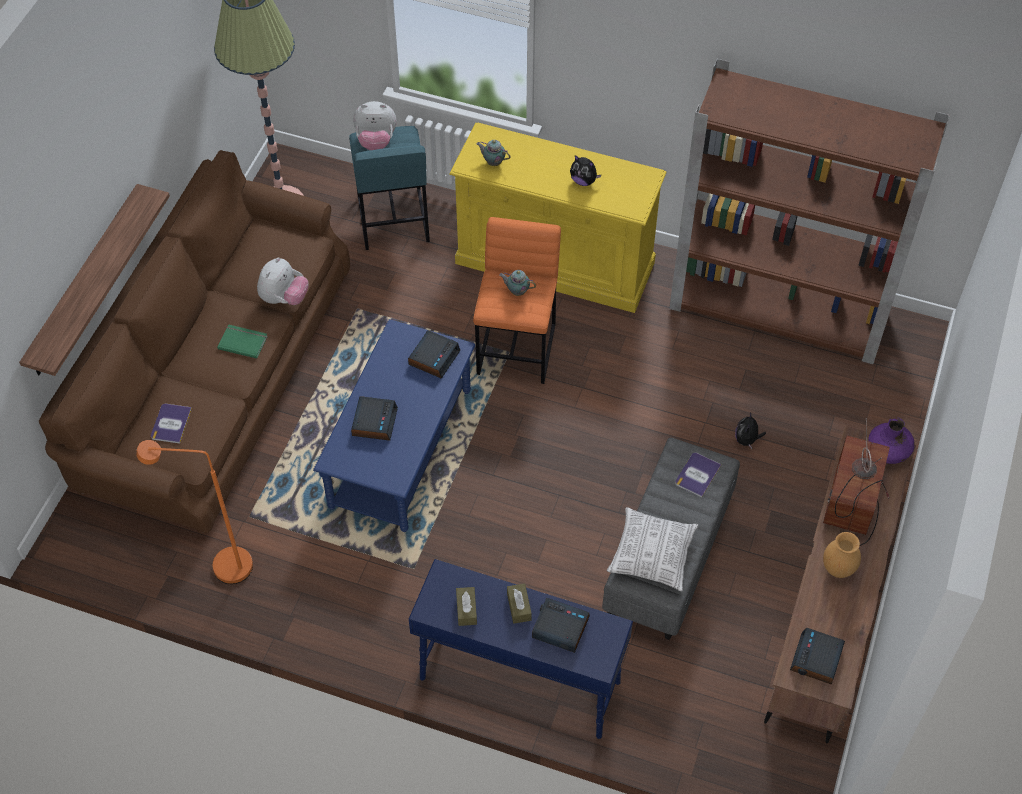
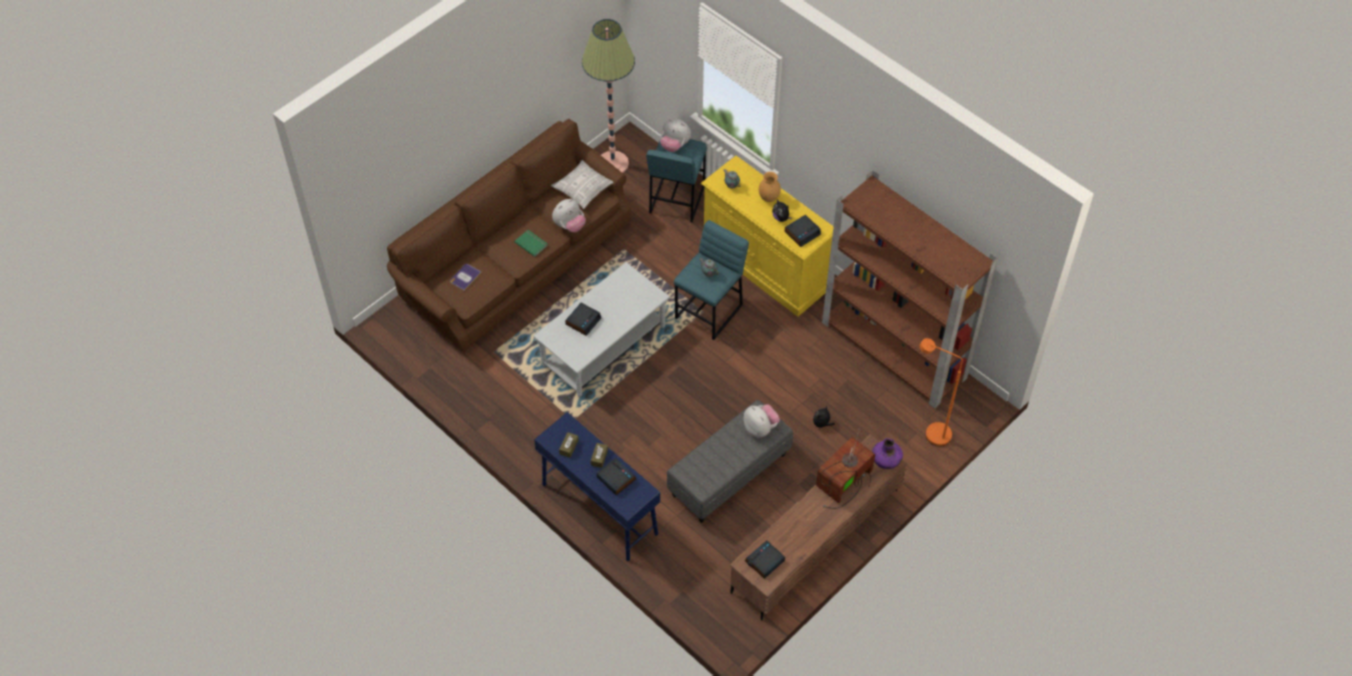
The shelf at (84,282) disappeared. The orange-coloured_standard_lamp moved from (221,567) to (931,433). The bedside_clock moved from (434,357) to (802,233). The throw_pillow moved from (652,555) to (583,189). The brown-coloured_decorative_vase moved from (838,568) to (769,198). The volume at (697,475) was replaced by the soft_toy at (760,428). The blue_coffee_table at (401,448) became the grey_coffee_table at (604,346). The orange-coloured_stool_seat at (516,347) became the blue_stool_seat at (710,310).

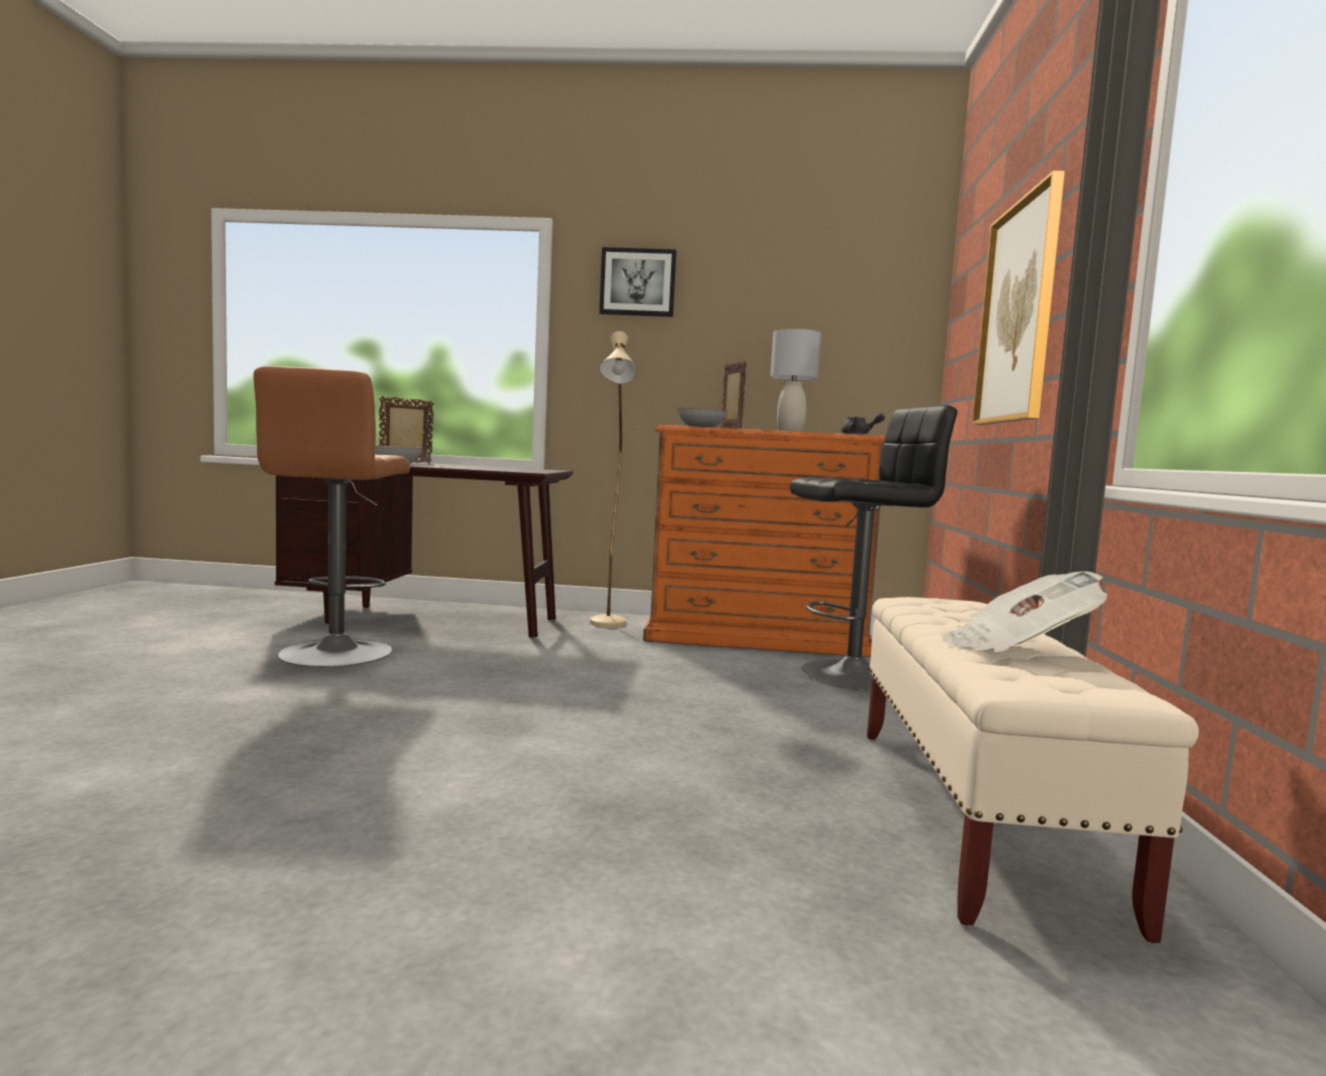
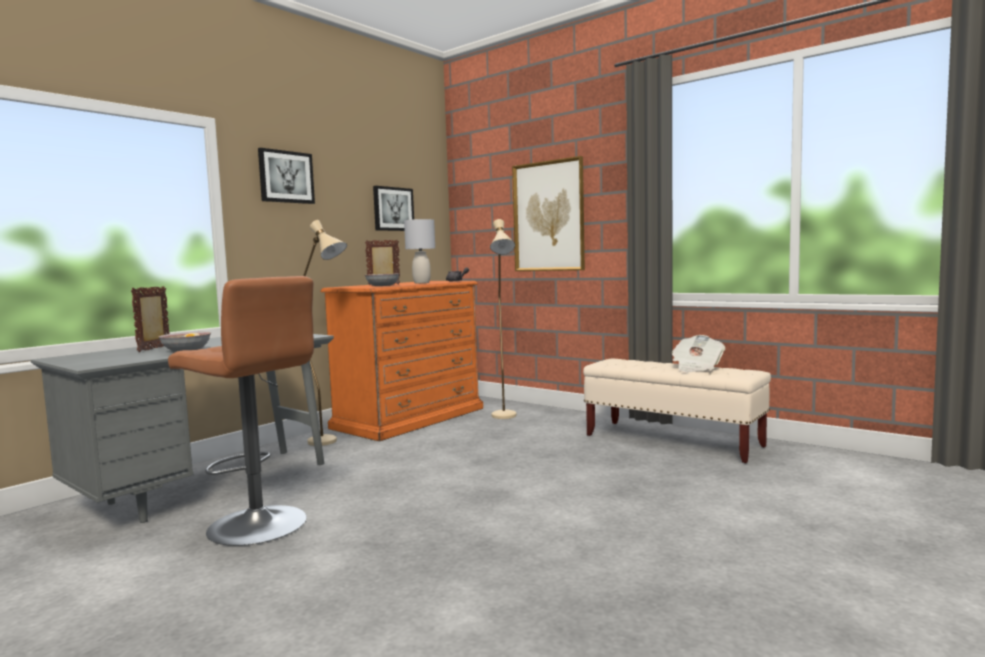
The wall_art at (393,209) appeared. The black_stool_seat at (854,675) was replaced by the beige-coloured_standard_lamp at (505,418). The brown-coloured_desk_table at (427,619) became the grey_desk_table at (207,487).

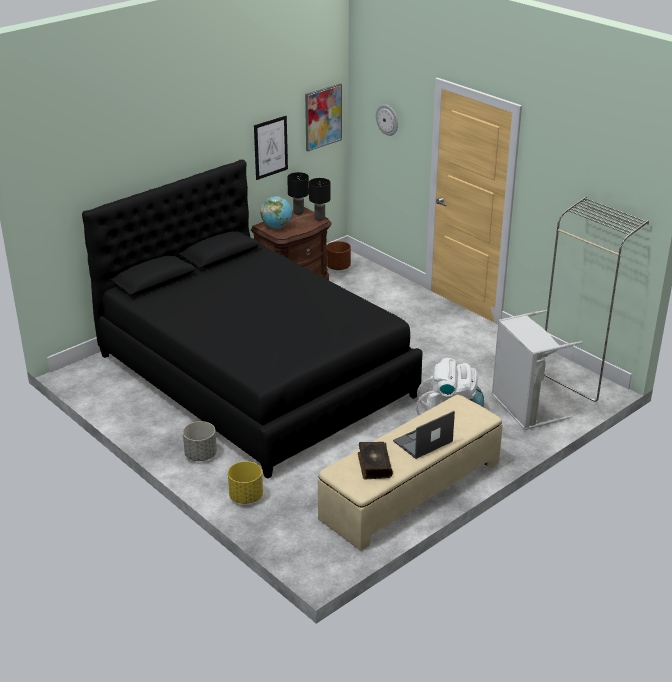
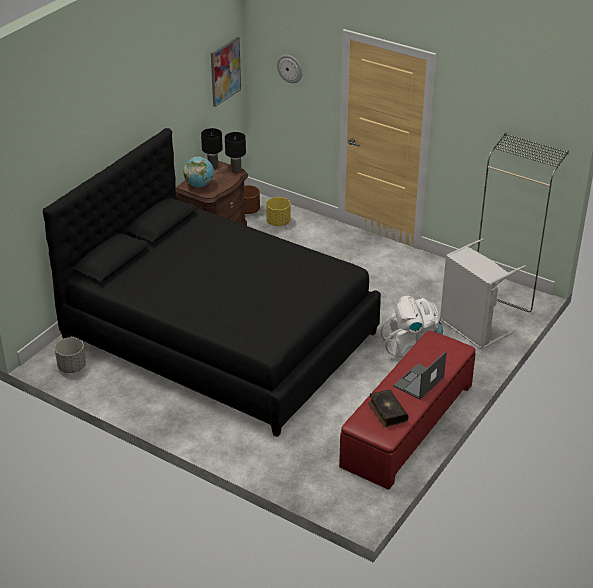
The wall_art at (270,147) disappeared. The grey_planter moved from (200,455) to (72,367). The yellow-coloured_planter moved from (246,496) to (278,222). The beige-coloured_long_seat at (411,491) became the red_long_seat at (408,425).

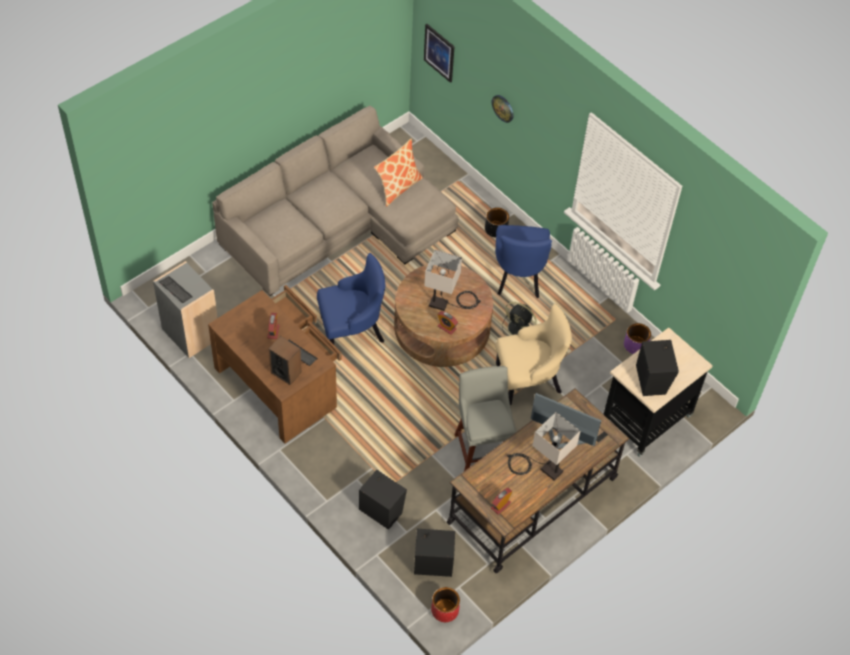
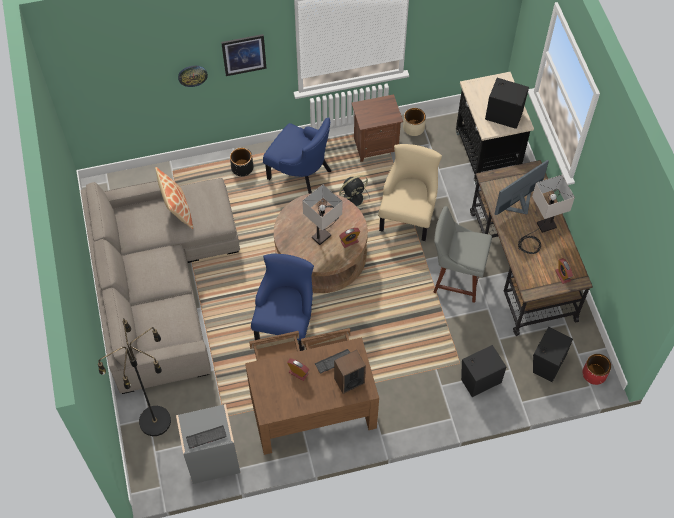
The standard_lamp at (155,422) appeared. The brown-coloured_bedside_table at (375,145) appeared. The wall_art moved from (439,52) to (244,54). The purple-coloured_planter at (635,345) became the beige-coloured_planter at (414,128).

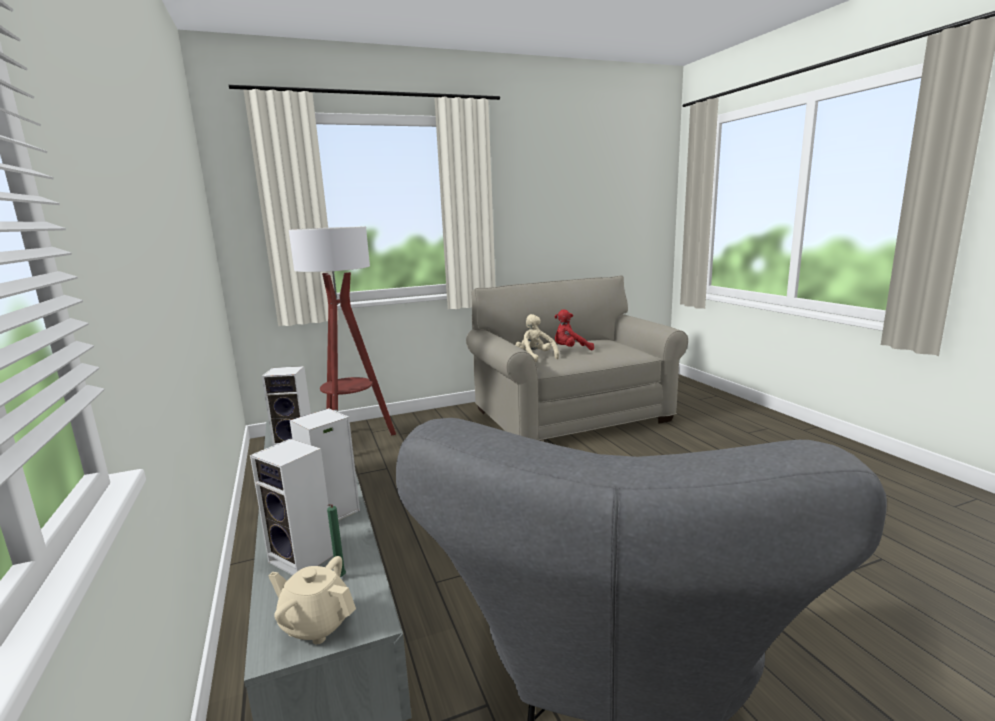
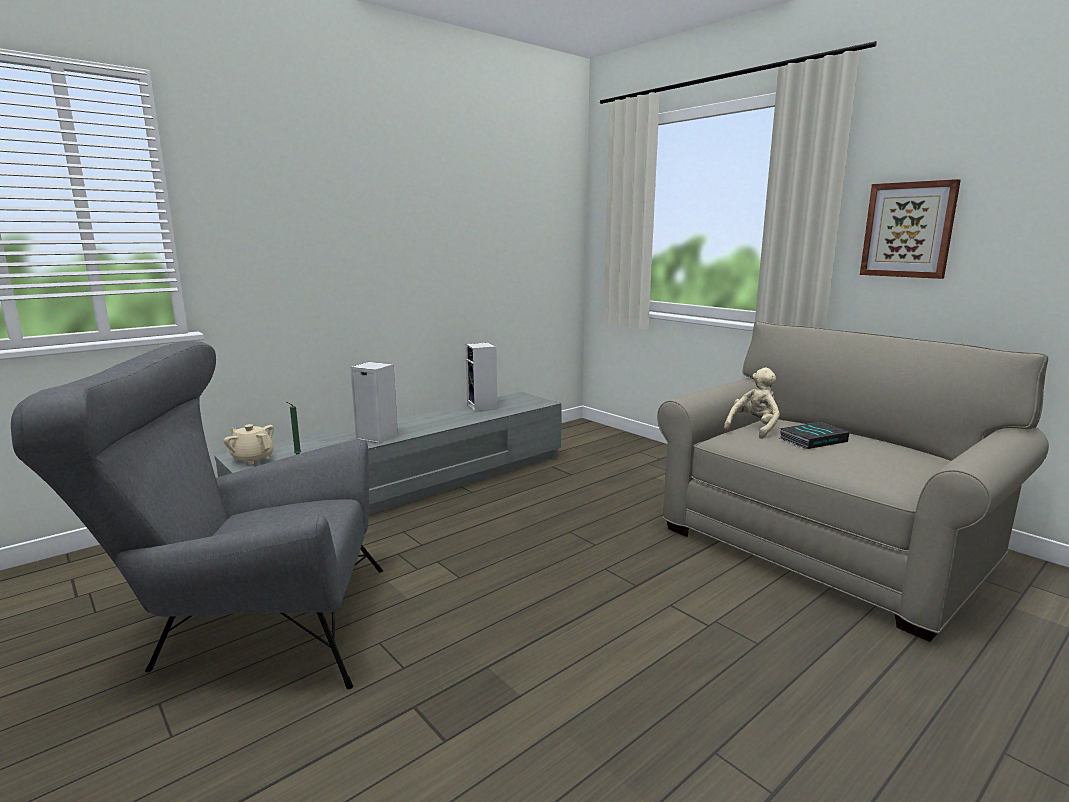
The audio_speaker at (304,558) disappeared. The standard_lamp at (353,442) disappeared. The wall_art at (908,230) appeared. The red_soft_toy at (571,350) was replaced by the volume at (812,439). The beige-coloured_teapot at (316,624) turned 60 degrees counterclockwise.

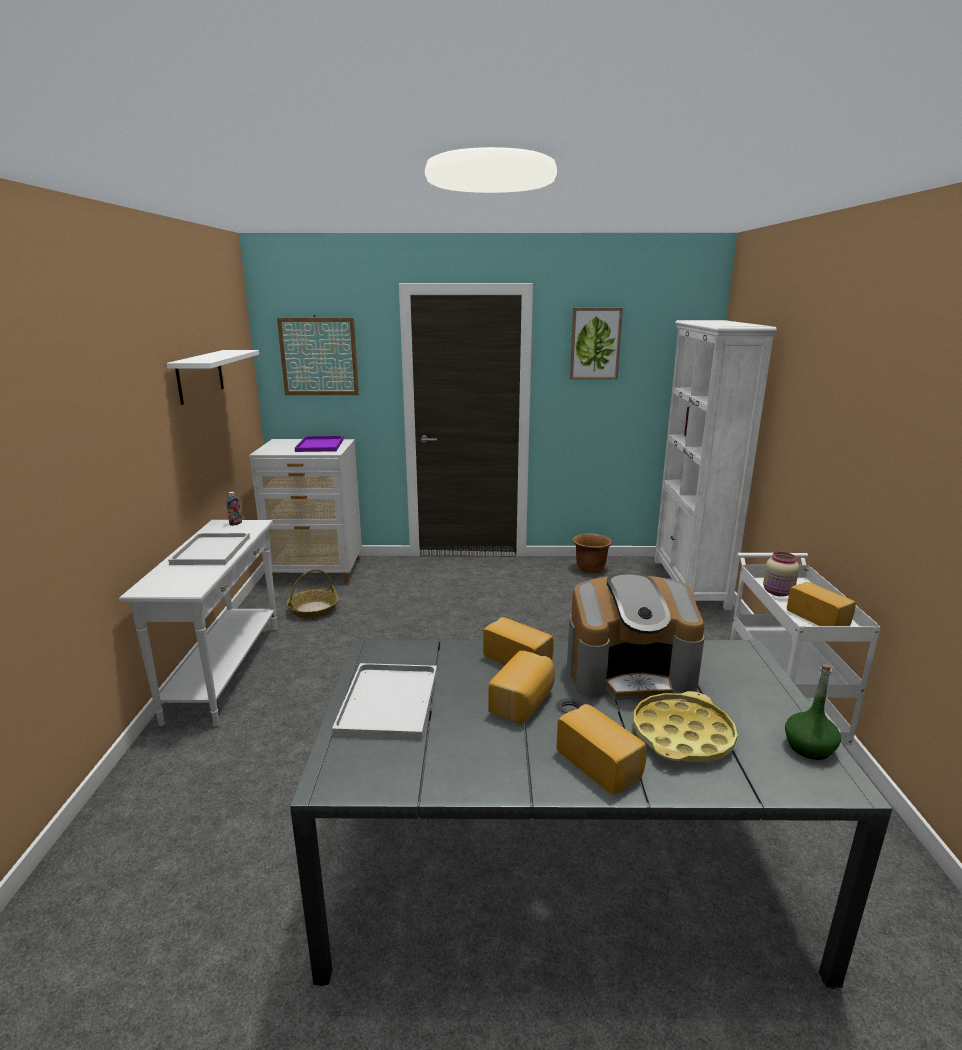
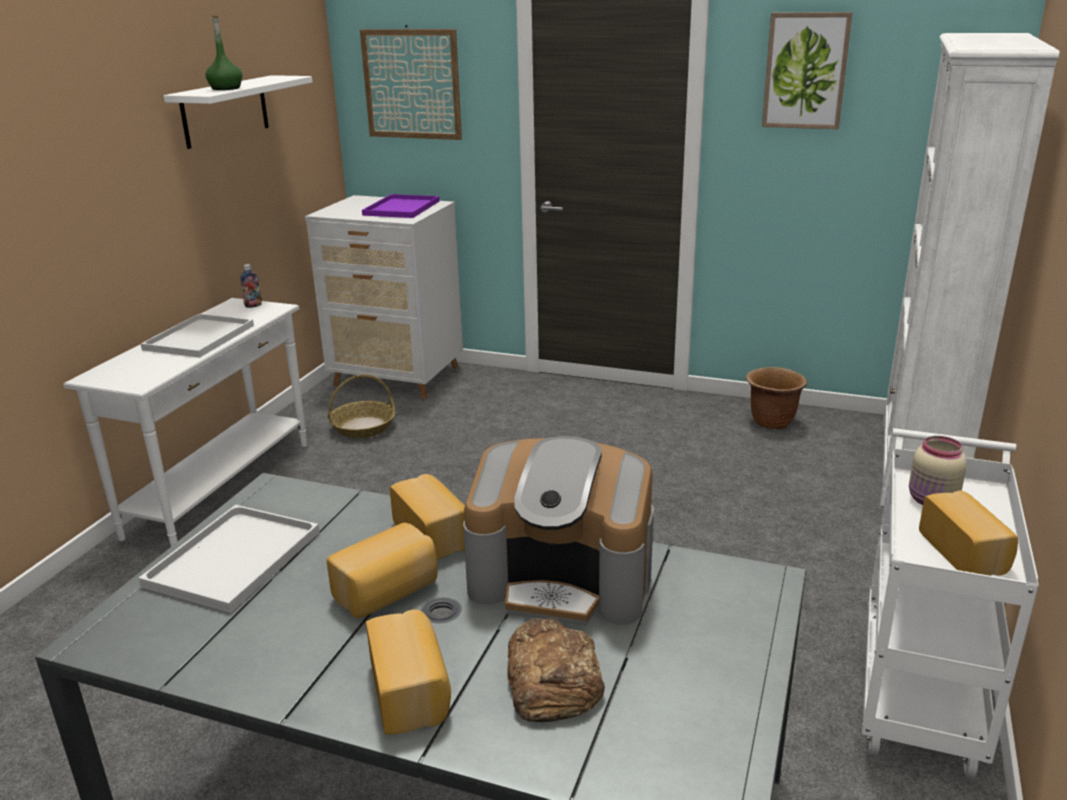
The green_beverage_bottle moved from (808,747) to (226,88). The yellow-coloured_carrying_tray at (682,735) was replaced by the baked_bread at (552,680).

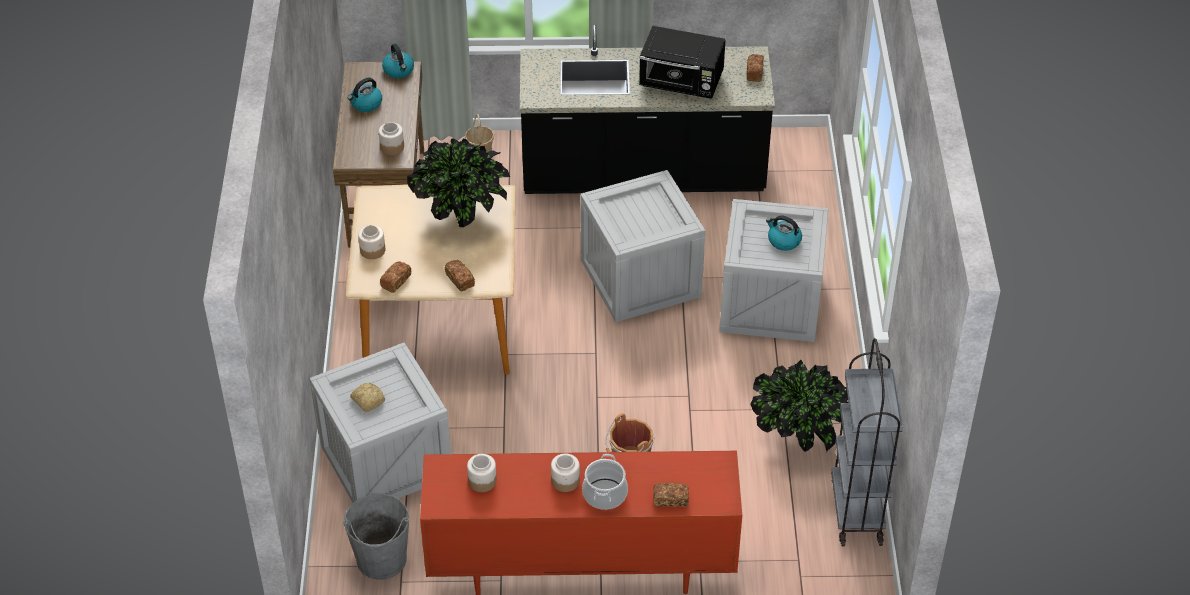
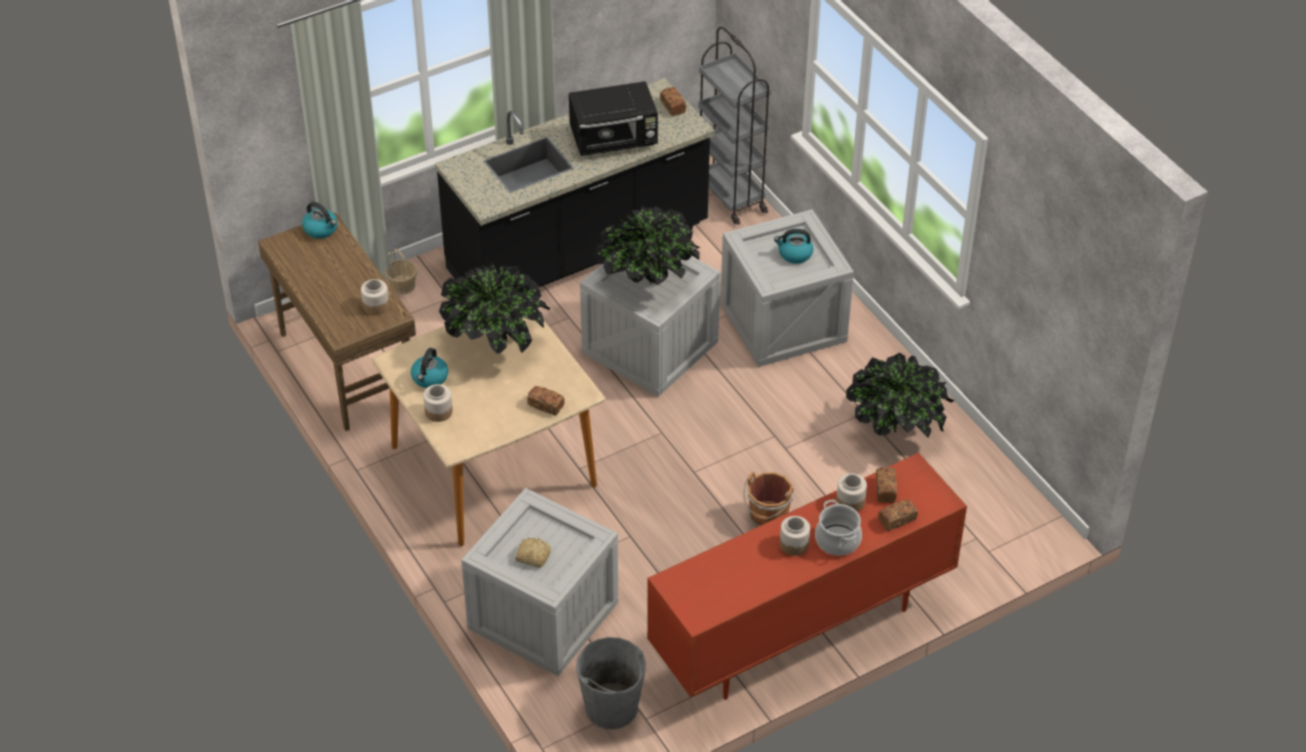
The plant_in_a_pot at (648,284) appeared. The tea_kettle moved from (366,104) to (430,378). The baked_bread moved from (396,281) to (885,489). The jar moved from (482,481) to (850,501). The grey_cart moved from (857,510) to (731,197).

